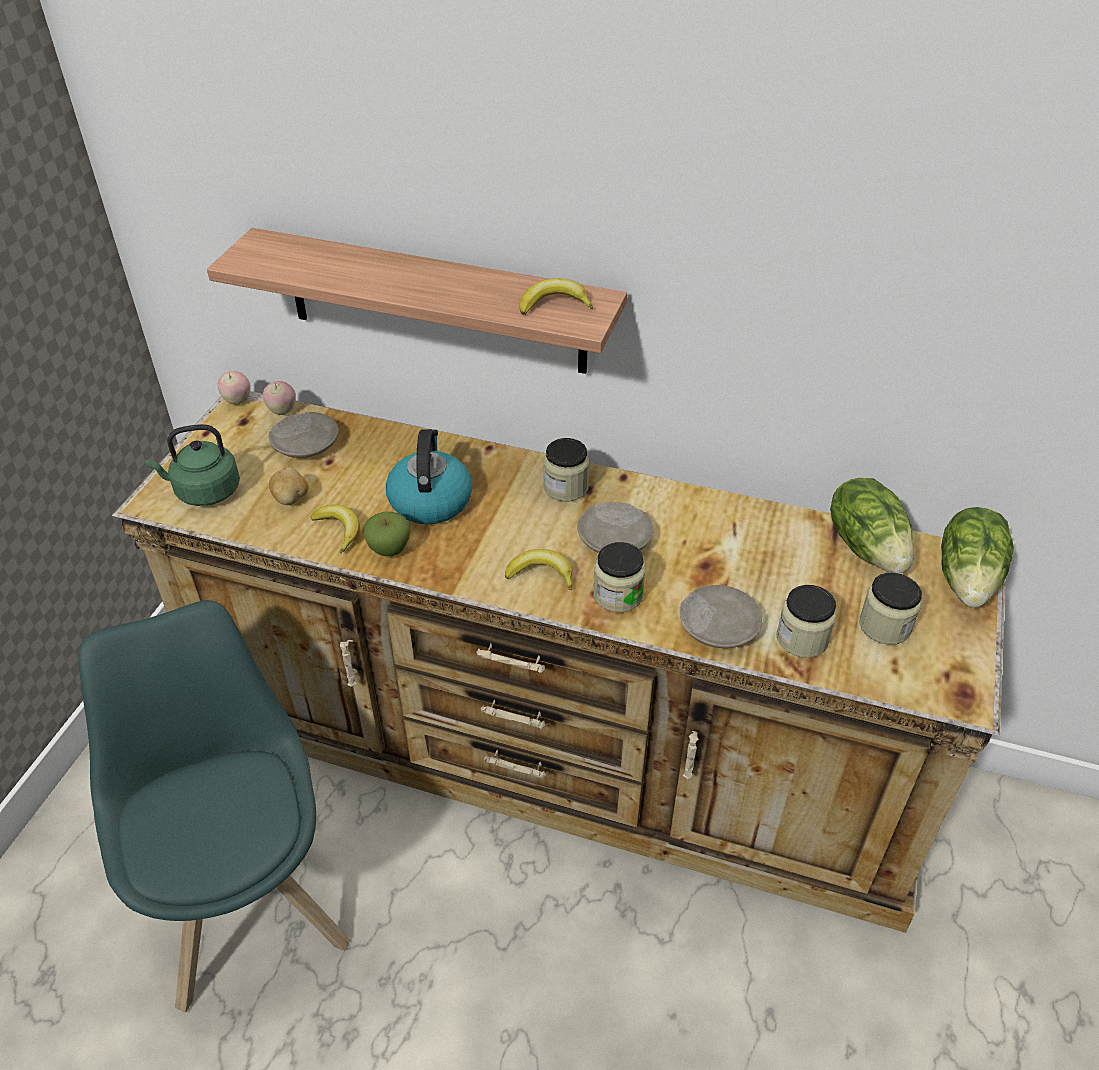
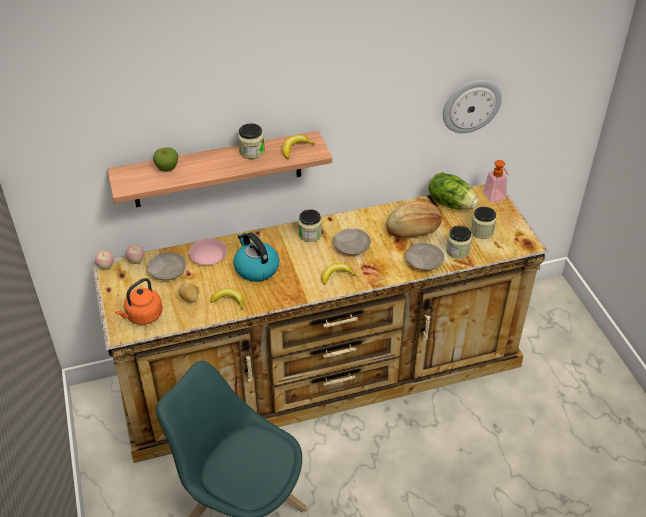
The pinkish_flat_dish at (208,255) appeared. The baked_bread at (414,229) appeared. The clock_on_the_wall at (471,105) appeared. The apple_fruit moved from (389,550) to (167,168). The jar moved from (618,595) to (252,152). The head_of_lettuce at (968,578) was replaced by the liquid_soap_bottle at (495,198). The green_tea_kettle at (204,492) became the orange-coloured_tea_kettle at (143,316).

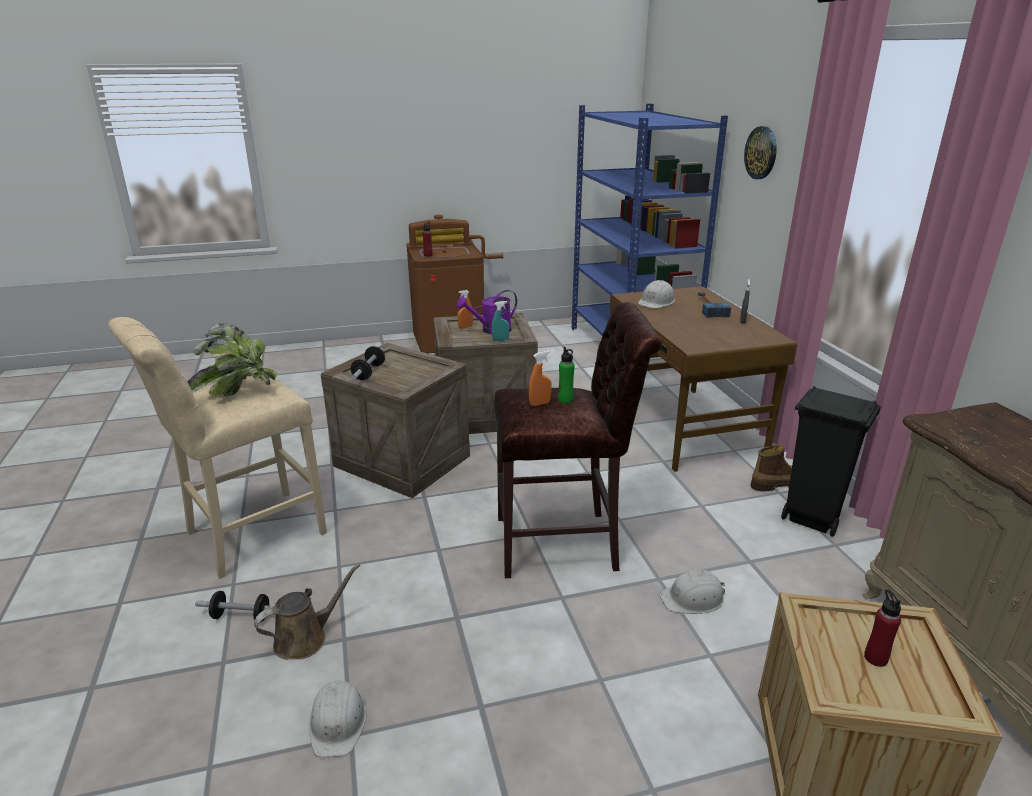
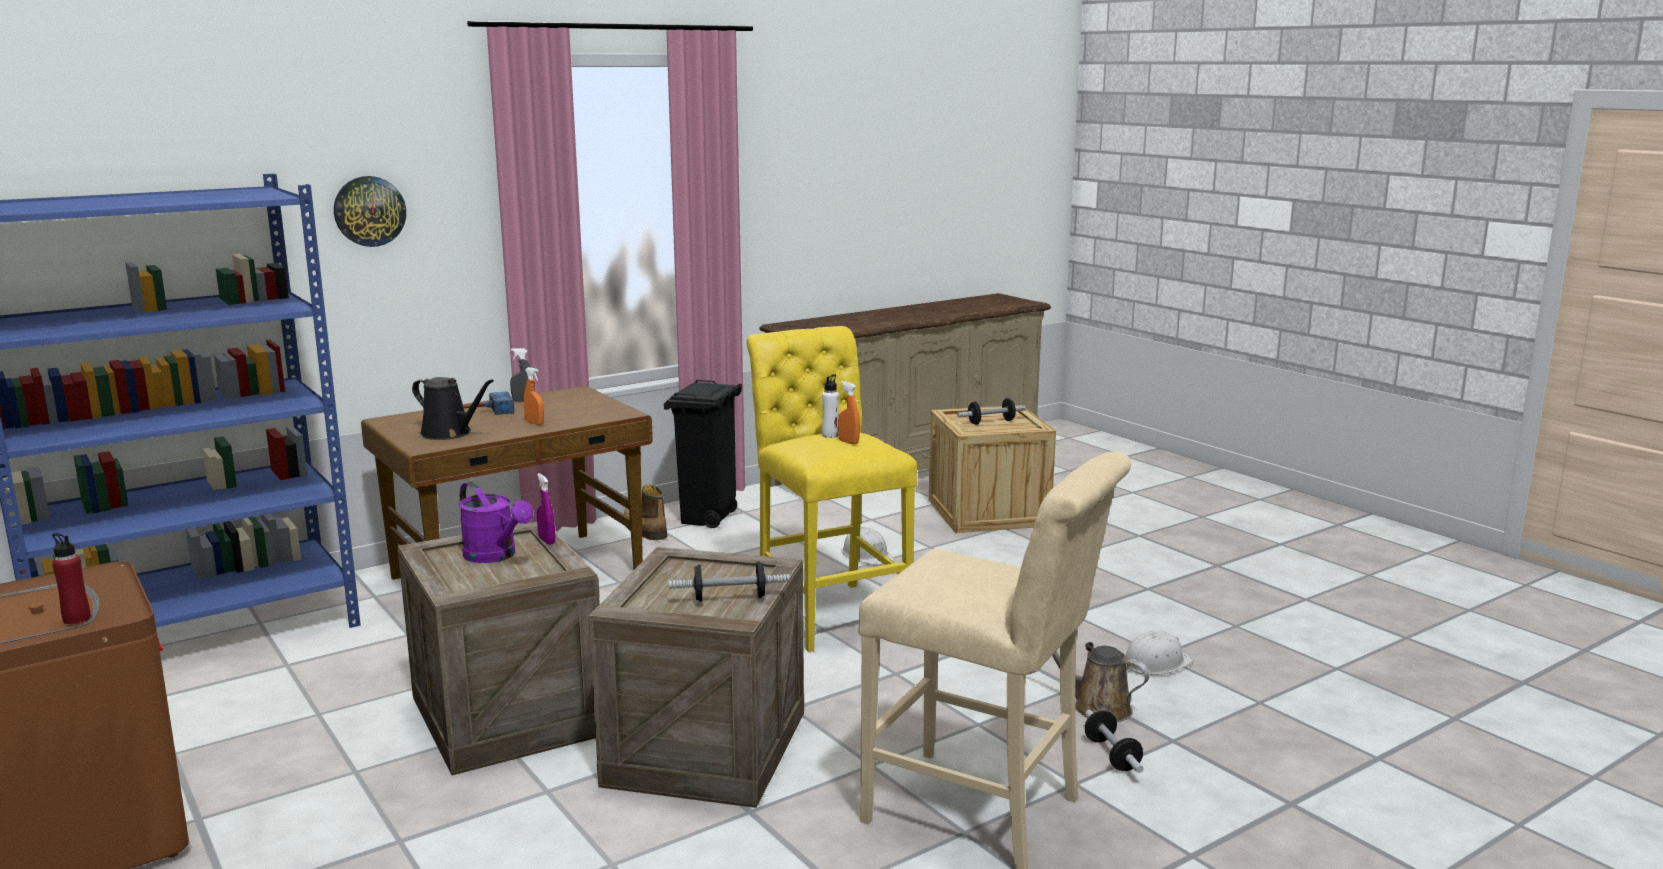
The plant_in_a_pot at (236,391) disappeared. The orange-coloured_sprayer moved from (465,327) to (535,423). The white_safety_helmet at (656,302) was replaced by the black_watering_can at (449,433). The red_beverage_bottle at (875,658) was replaced by the free_weight at (991,422). The turquoise-coloured_sprayer at (500,340) became the purple-coloured_sprayer at (547,541). The brown-coloured_stool_seat at (564,544) became the yellow-coloured_stool_seat at (830,612). The green_beverage_bottle at (565,400) became the white_beverage_bottle at (830,435).

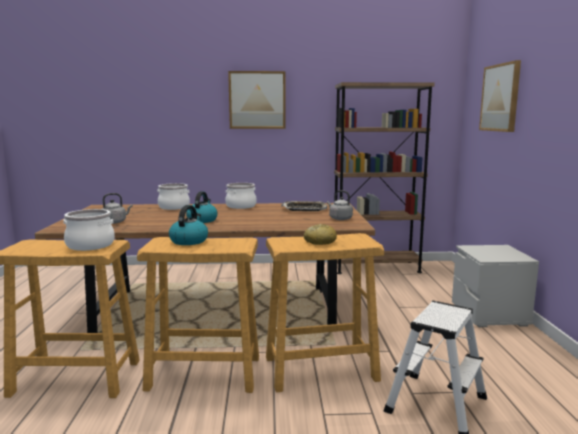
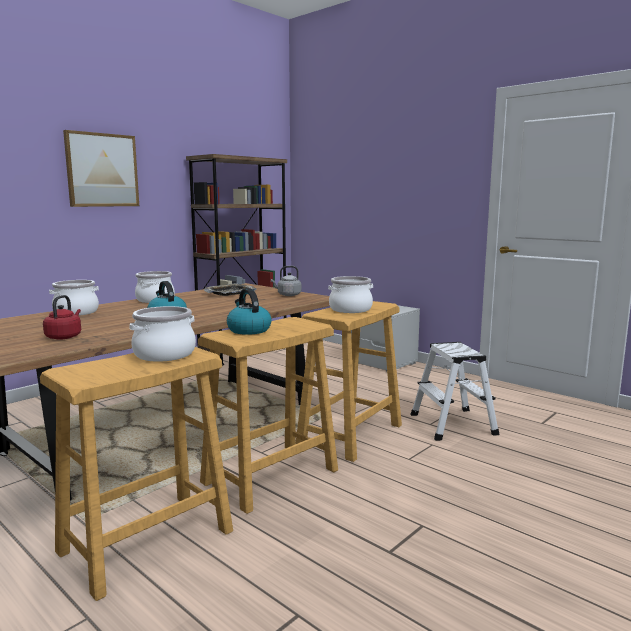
The wall_art at (500,98) disappeared. The baked_bread at (319,242) was replaced by the saucepot at (350,309). The grey_tea_kettle at (115,222) became the red_tea_kettle at (64,337).

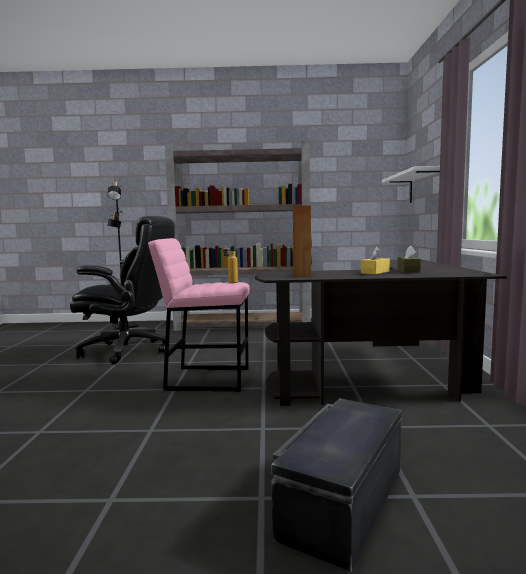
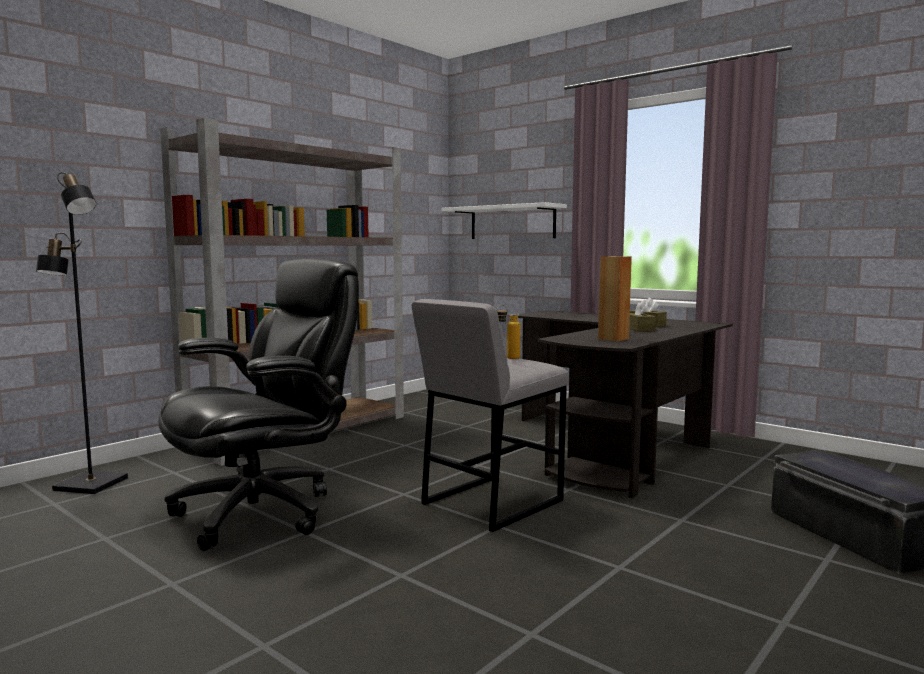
The pinkish_stool_seat at (206,378) became the grey_stool_seat at (490,503). The yellow-coloured_tissue_box at (375,272) became the brown-coloured_tissue_box at (639,329).

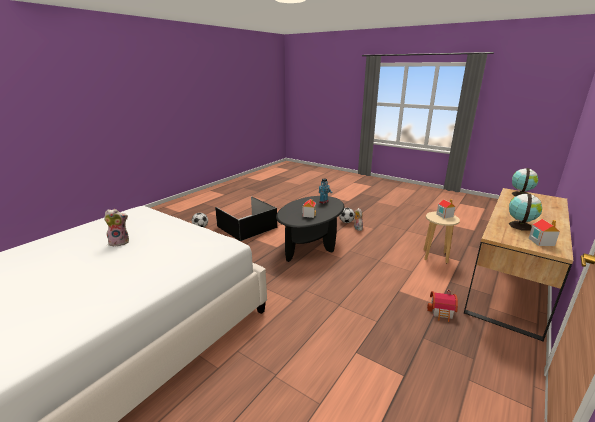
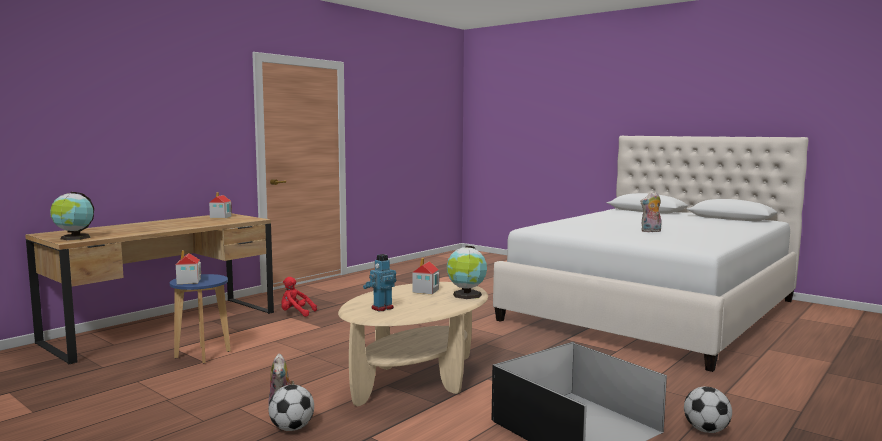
The globe moved from (519,225) to (466,295). The miniature_house at (442,312) was replaced by the red_soft_toy at (295,313). The black_coffee_table at (310,245) became the beige-coloured_coffee_table at (417,379). The beige-coloured_stool_seat at (435,256) became the blue_stool_seat at (202,354).

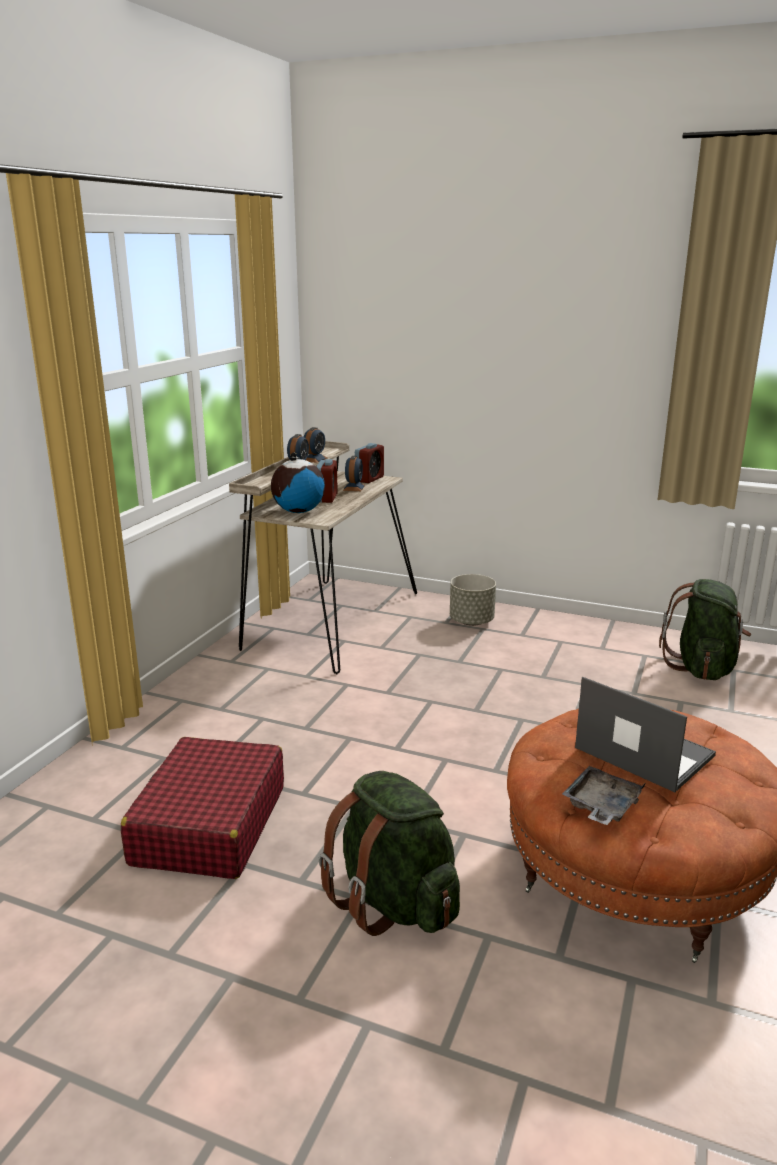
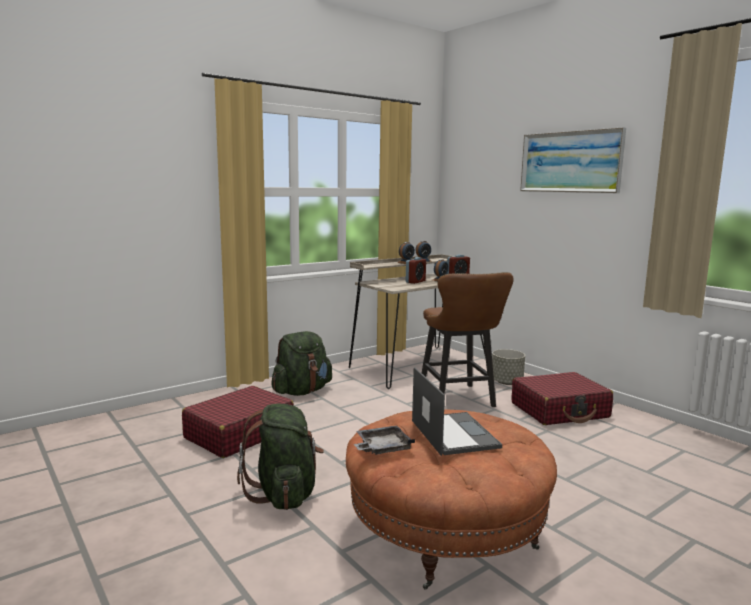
The globe at (298,511) disappeared. The brown-coloured_stool_seat at (459,401) appeared. The red_suitcase at (560,410) appeared. The wall_art at (570,162) appeared. The green_rucksack moved from (702,668) to (302,391).

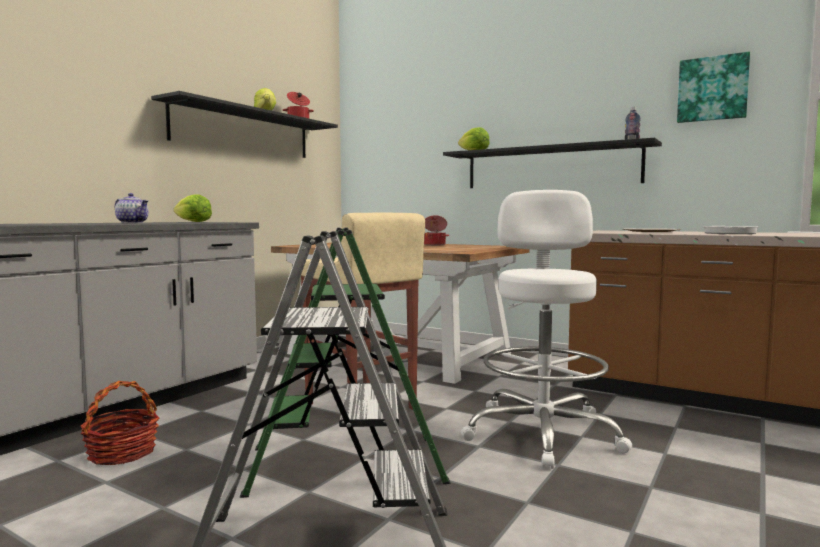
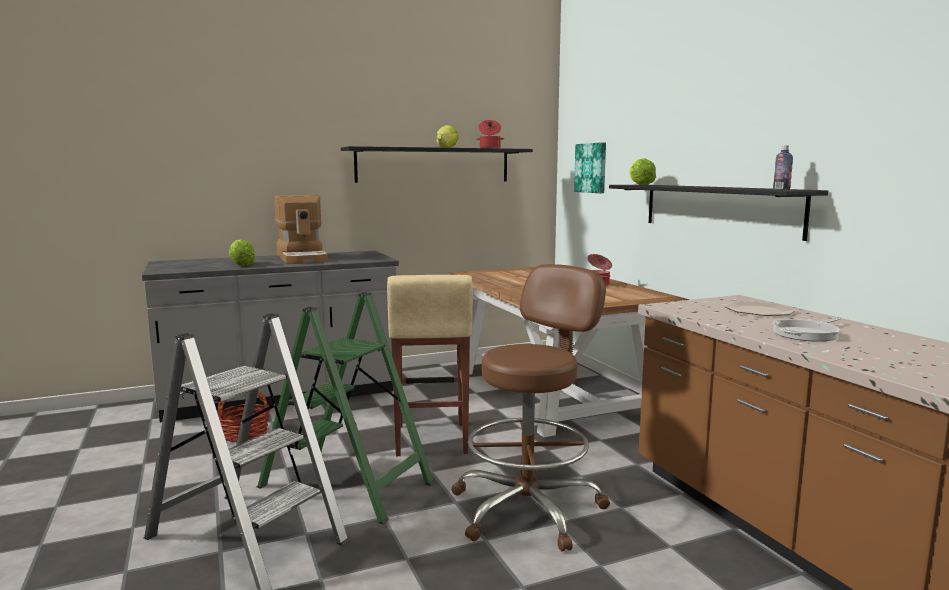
The head_of_lettuce moved from (193,222) to (241,265). The wall_art moved from (712,89) to (591,168). The teapot at (133,222) was replaced by the coffee_machine at (303,258). The white_stool_seat at (542,432) became the brown-coloured_stool_seat at (529,508).

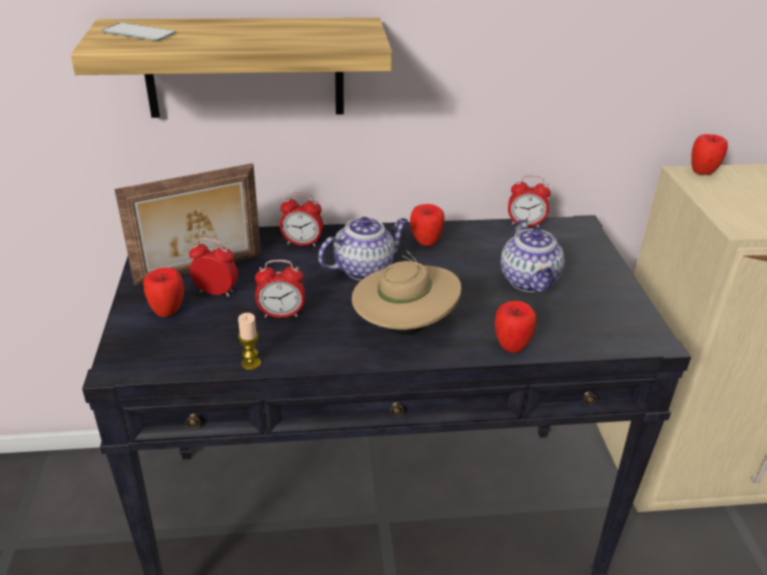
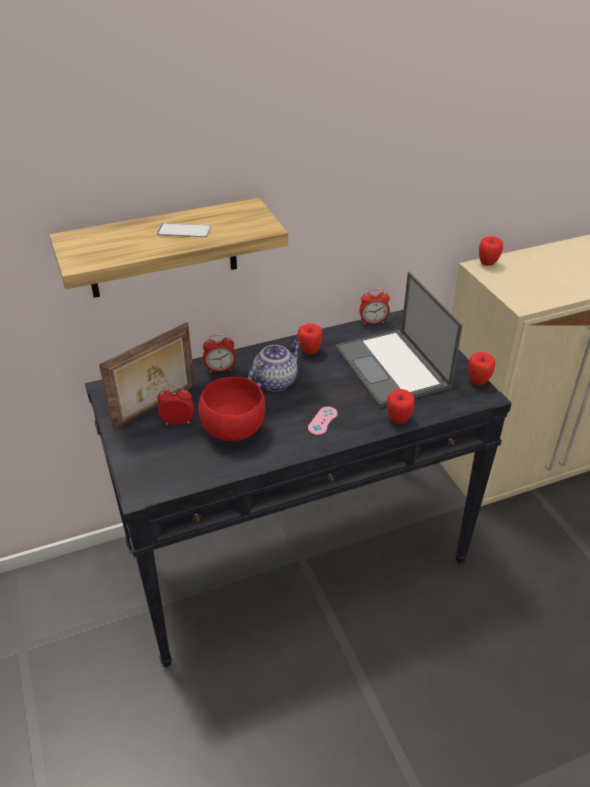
The candle at (251,363) disappeared. The telephone moved from (139,32) to (184,231). The apple_fruit moved from (168,312) to (478,381). The bedside_clock at (281,314) was replaced by the red_serving_bowl at (234,429). The beige-coloured_clothing_hat at (404,327) was replaced by the pinkish_gamepad at (322,421). The teapot at (530,282) was replaced by the notebook_computer at (393,368).

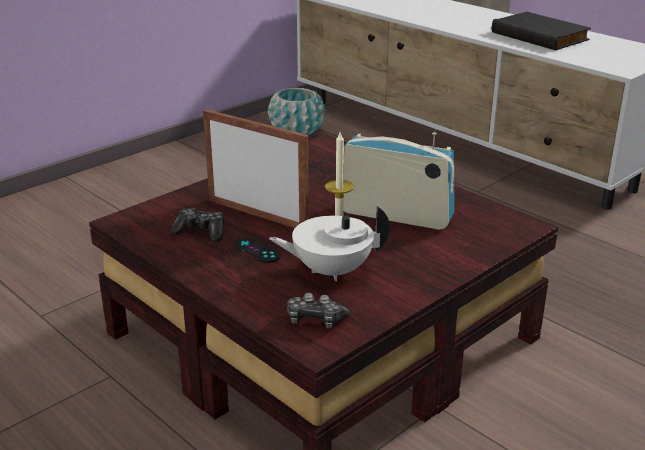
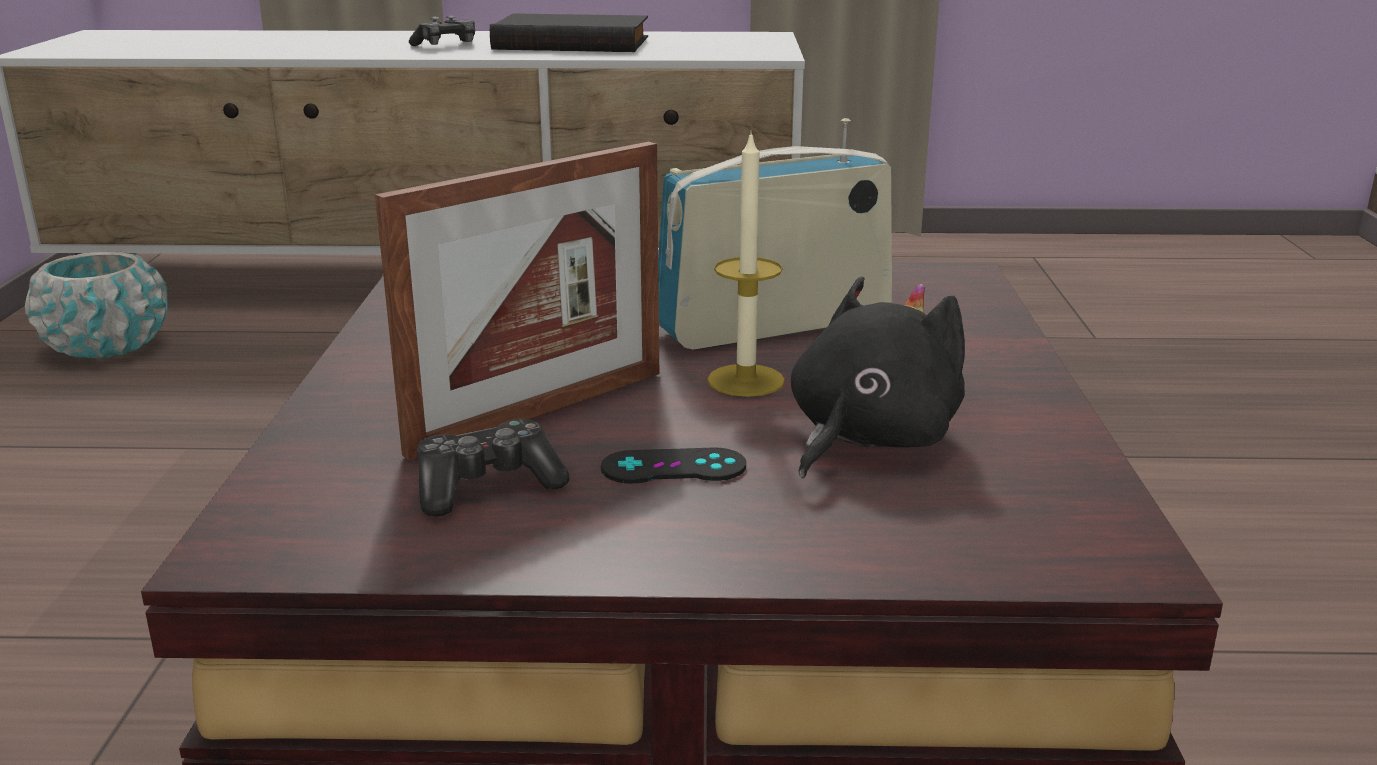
The gamepad moved from (315,320) to (446,45). The white_teapot at (331,271) was replaced by the black_soft_toy at (867,438). The standing_frame at (257,214) turned 150 degrees clockwise.

